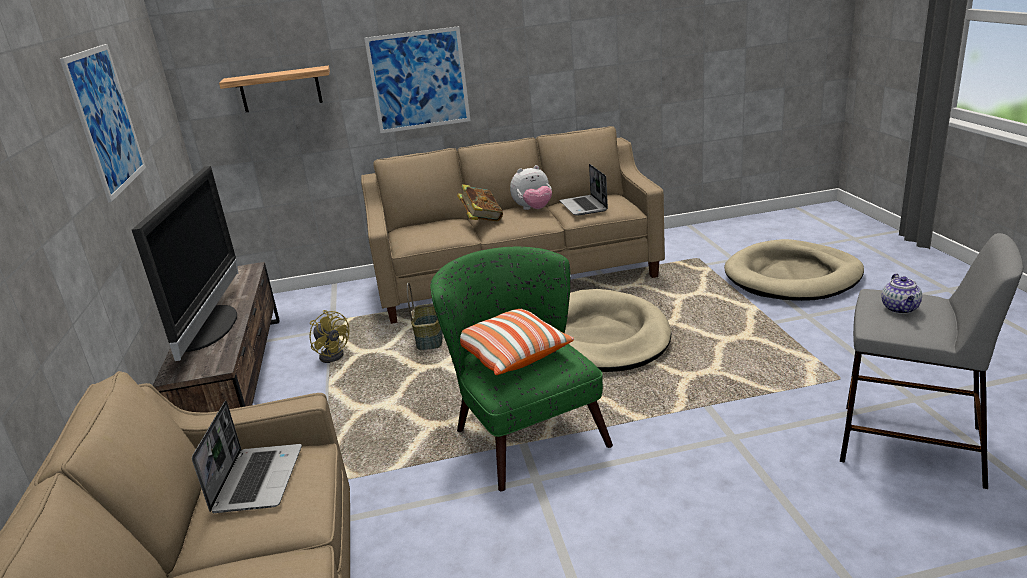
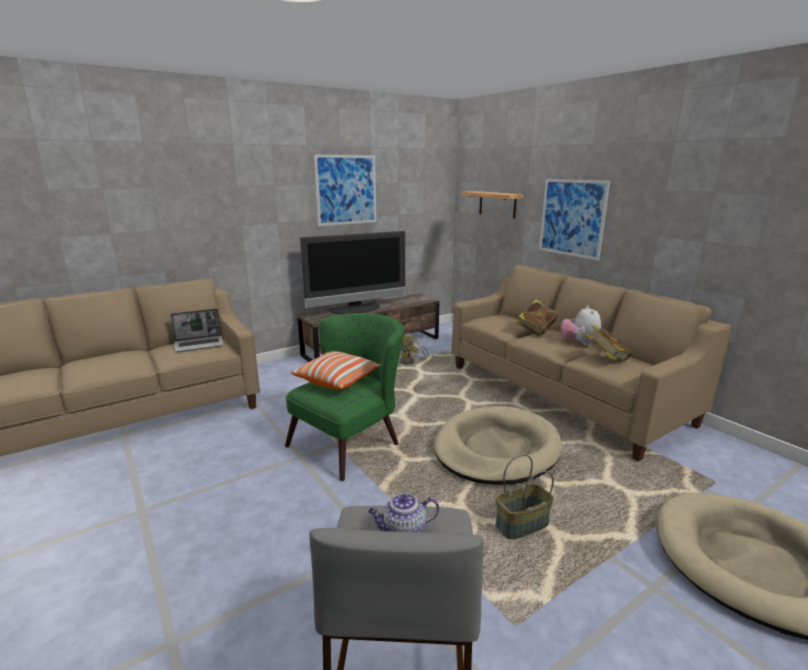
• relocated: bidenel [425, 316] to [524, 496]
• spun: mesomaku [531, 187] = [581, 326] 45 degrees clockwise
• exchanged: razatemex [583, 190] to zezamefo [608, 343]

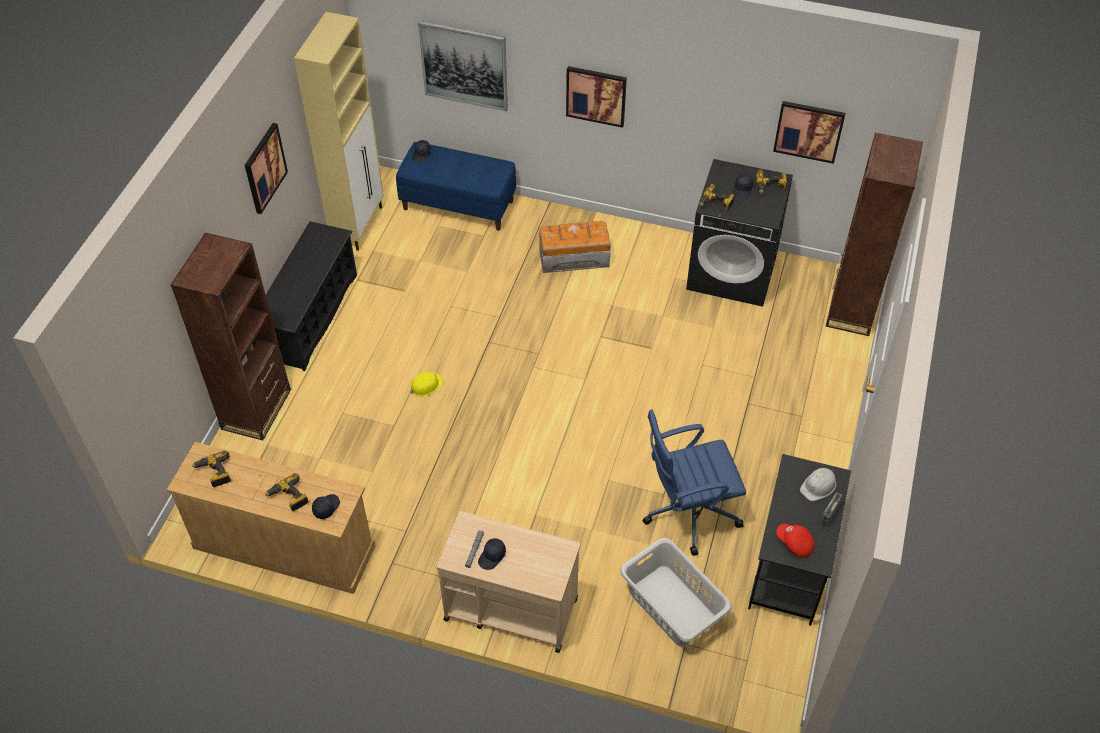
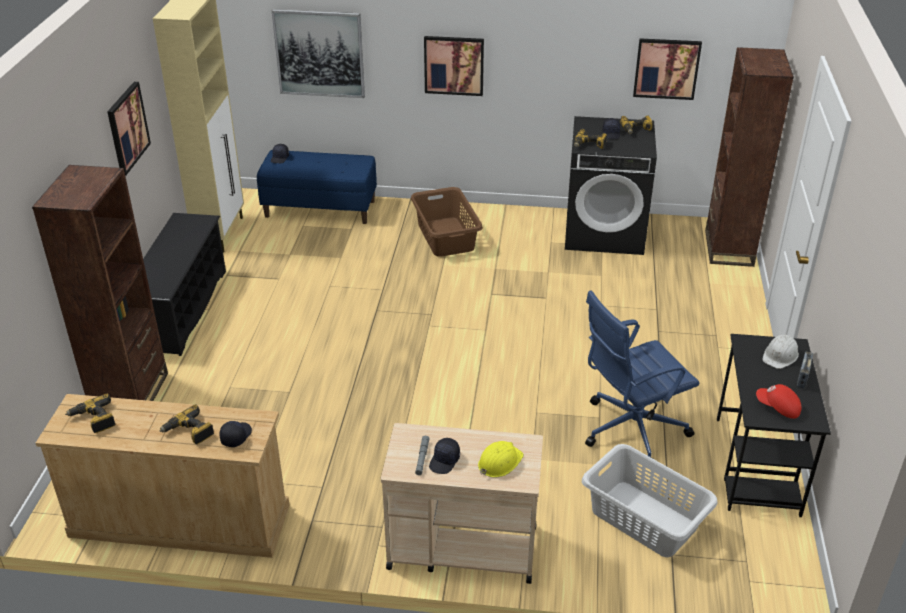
• exchanged: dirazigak [575, 247] to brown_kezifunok [447, 222]
• relocated: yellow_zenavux [427, 384] to [501, 459]

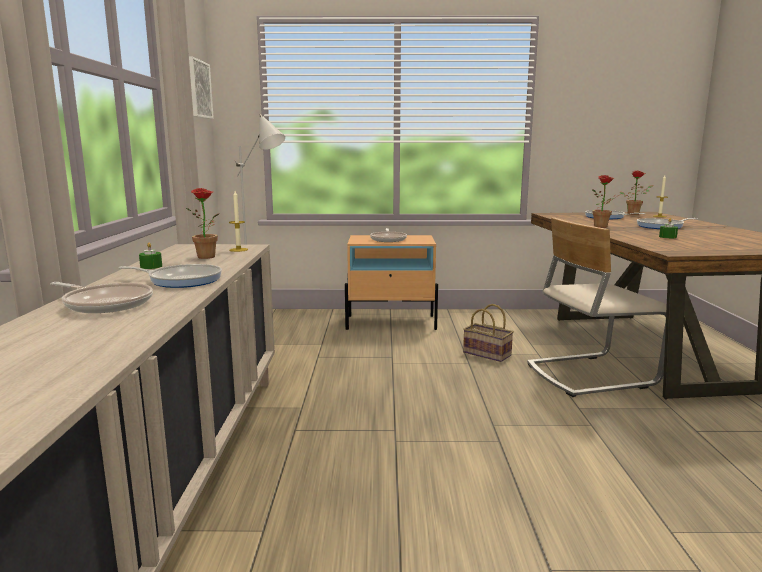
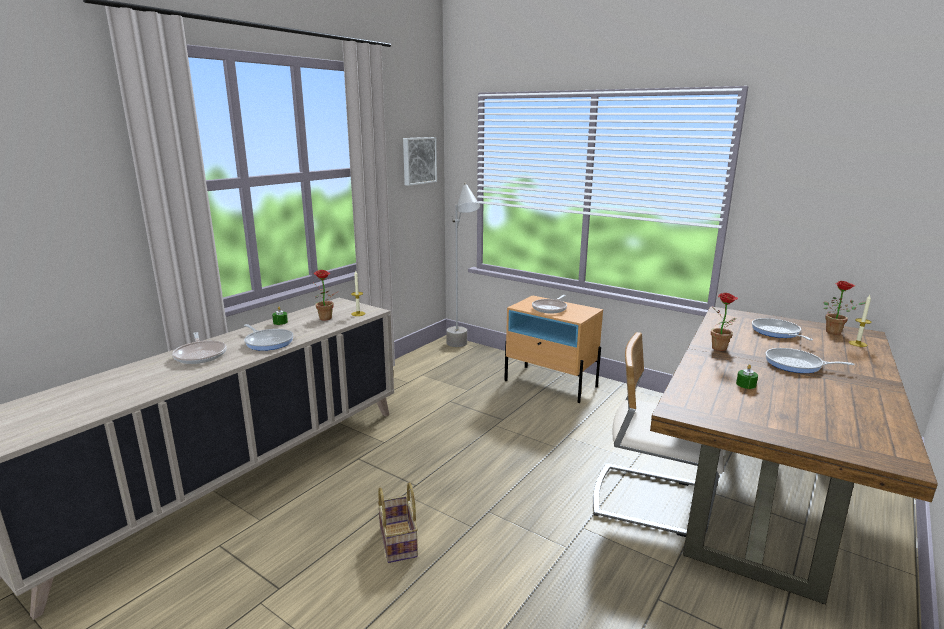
• relocated: bidenel [488, 333] to [397, 522]

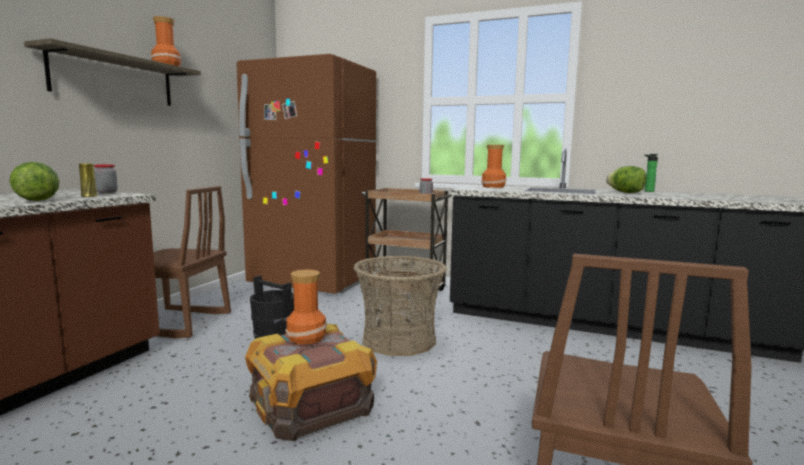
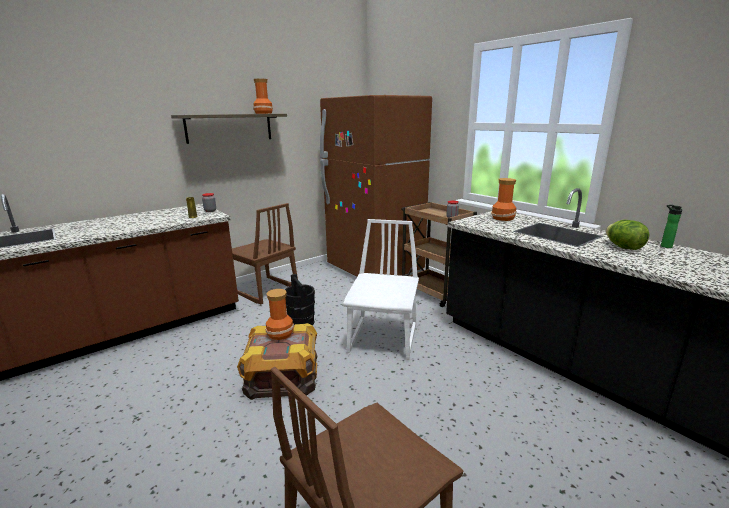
• exchanged: bidenel [400, 305] to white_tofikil [381, 289]
• missing: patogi [34, 181]

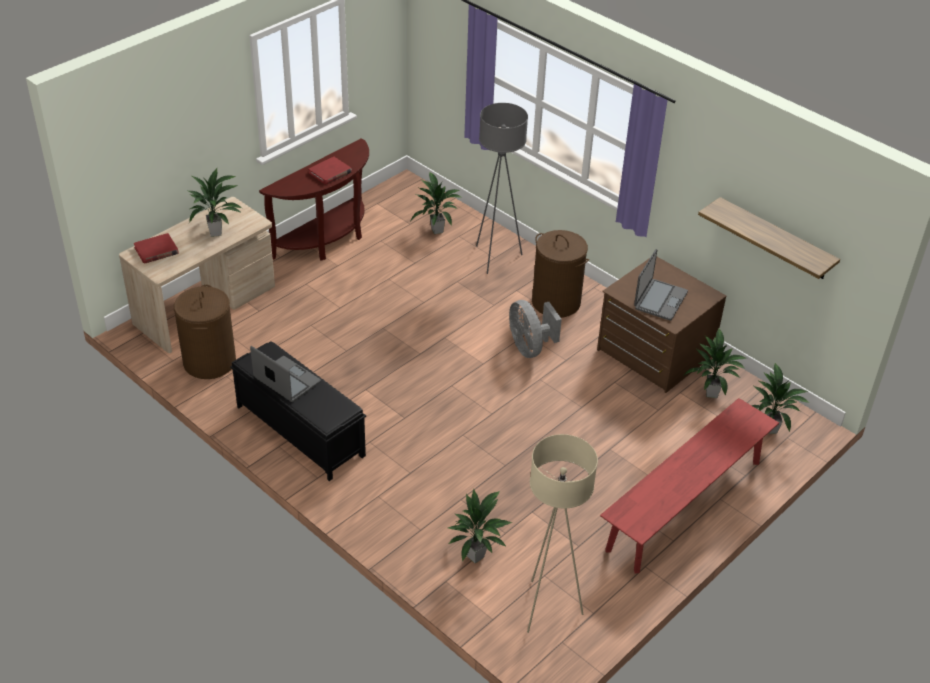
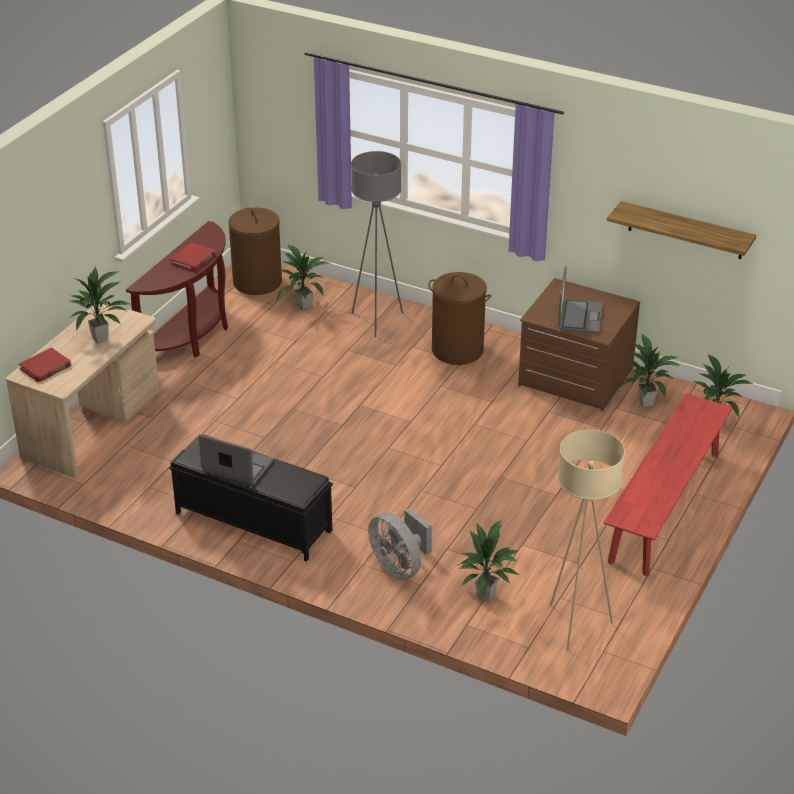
• relocated: brown_kezifunok [205, 332] to [255, 251]
• relocated: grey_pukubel [535, 329] to [400, 544]

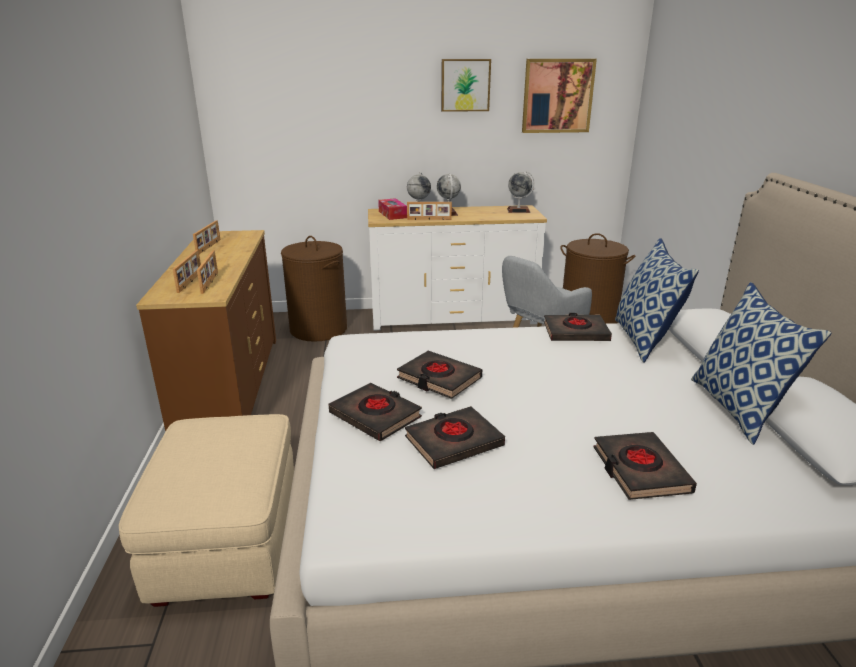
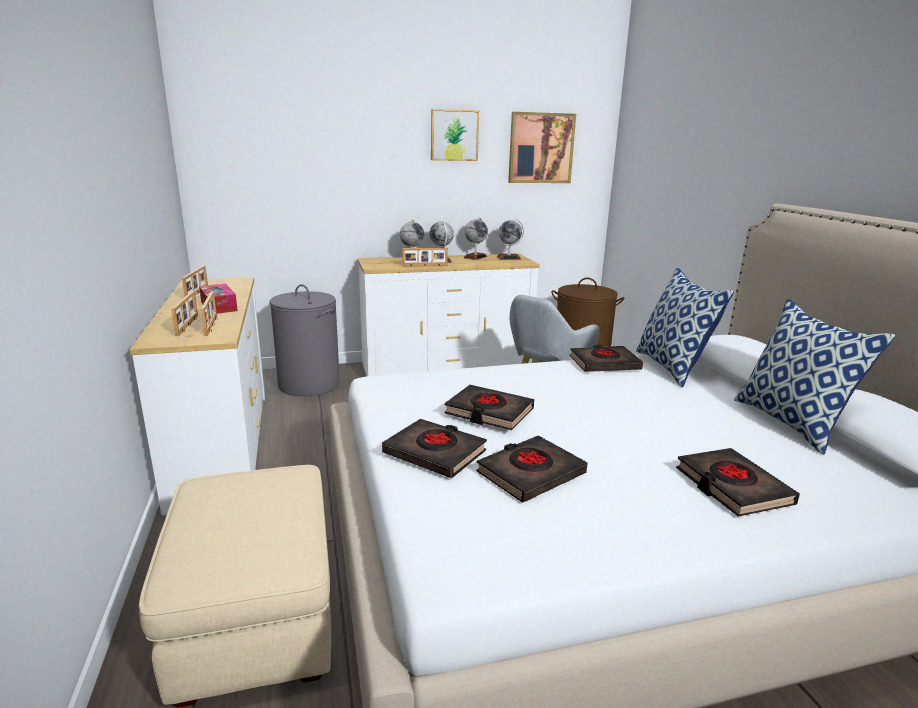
• colour: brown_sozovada [206, 331] to white_sozovada [197, 396]
• relocated: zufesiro [392, 209] to [218, 298]
• colour: brown_kezifunok [314, 289] to grey_kezifunok [304, 340]
• appeared: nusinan [476, 239]

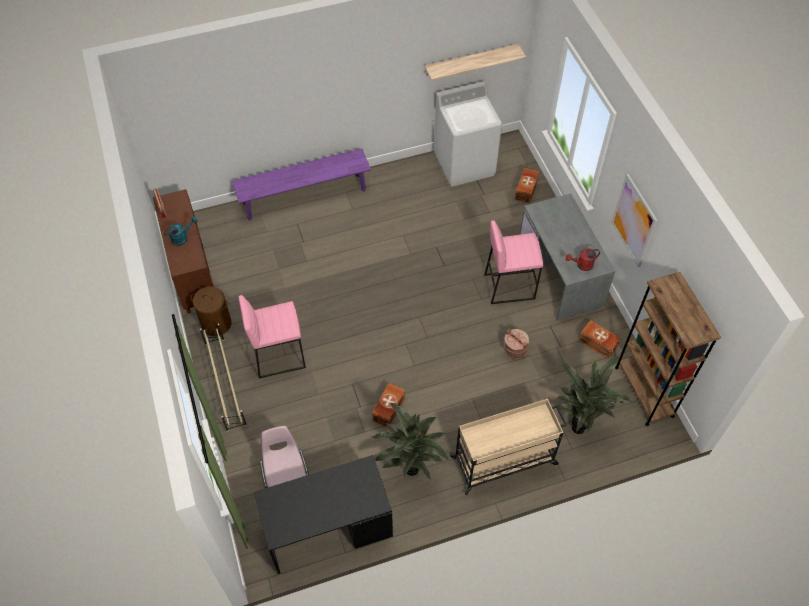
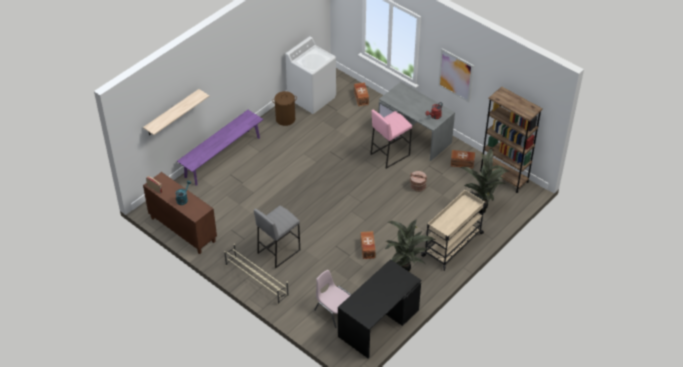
• relocated: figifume [475, 62] to [176, 112]
• colour: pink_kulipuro [272, 336] to grey_kulipuro [277, 236]
• relocated: brown_kezifunok [211, 311] to [284, 108]

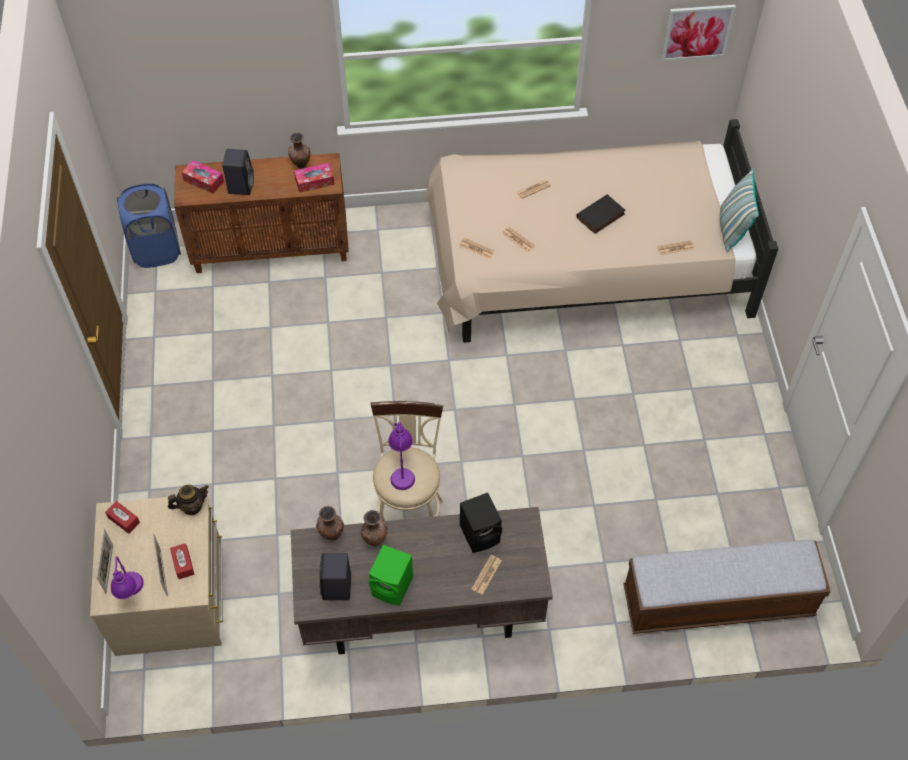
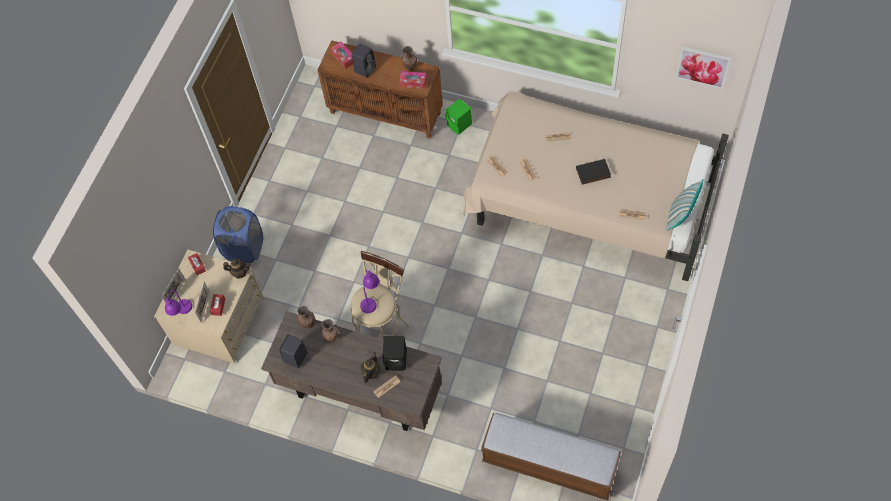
• relocated: blue_kezifunok [149, 225] to [238, 234]
• appeared: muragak [371, 367]
• relocated: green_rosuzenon [391, 575] to [458, 116]

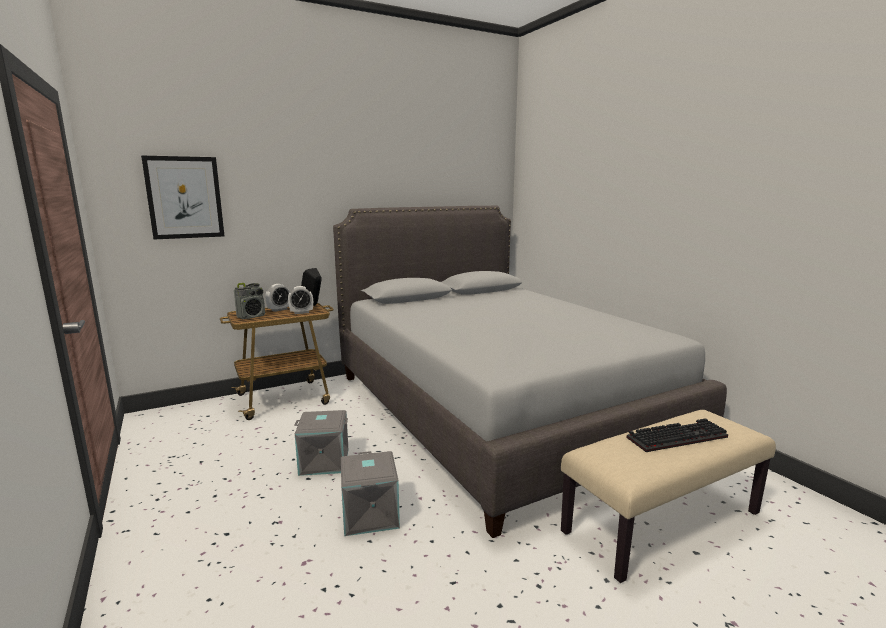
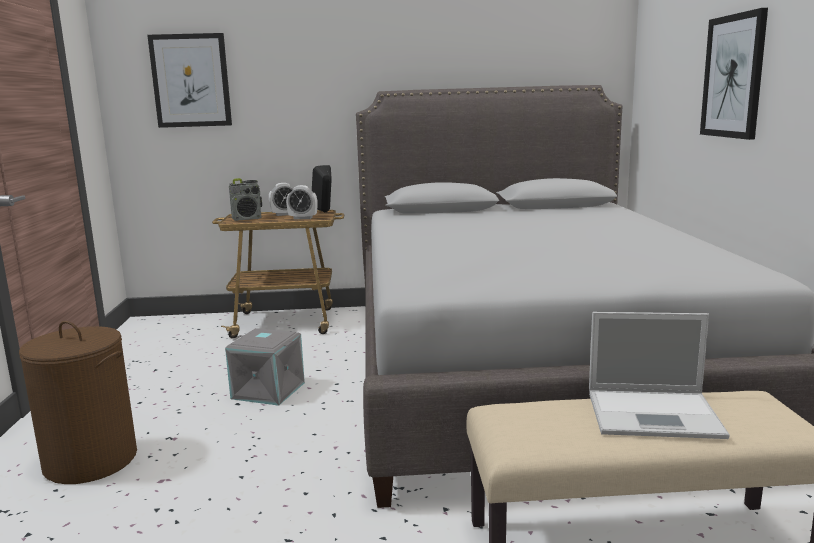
• appeared: brown_kezifunok [78, 402]
• exchanged: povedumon [677, 435] to razatemex [659, 375]
• appeared: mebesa [734, 74]
• missing: grey_dirazigak [370, 493]

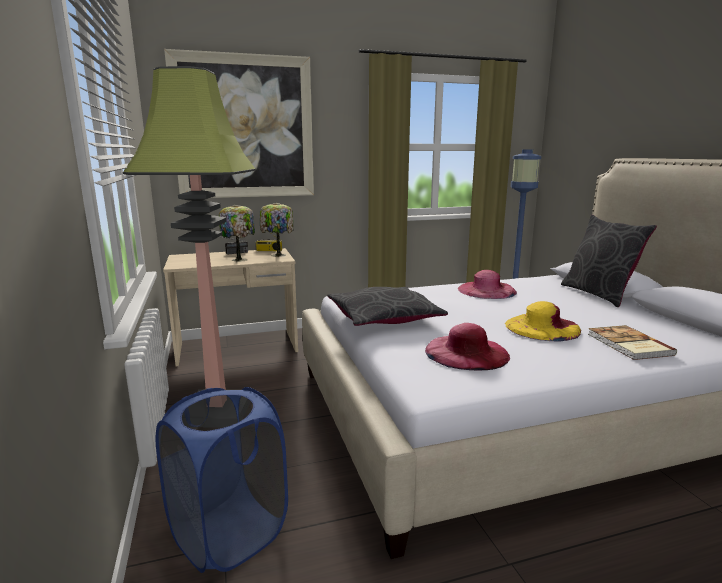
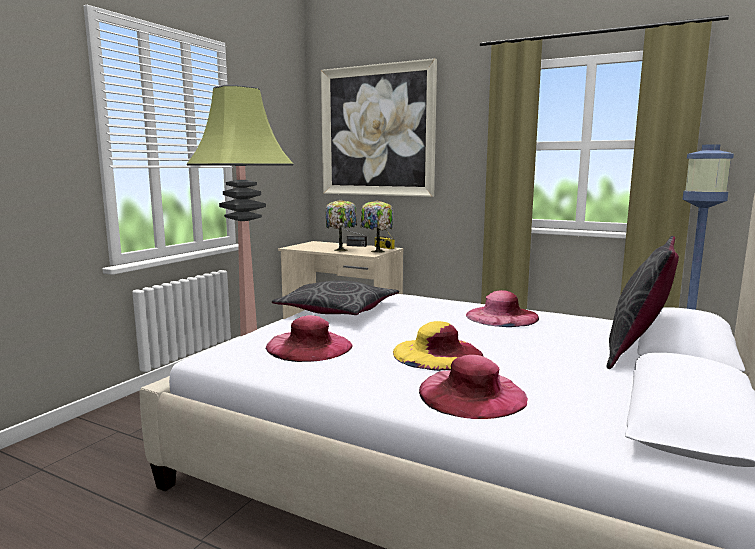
• exchanged: zezamefo [632, 342] to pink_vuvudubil [473, 387]
• missing: blue_kezifunok [221, 480]

